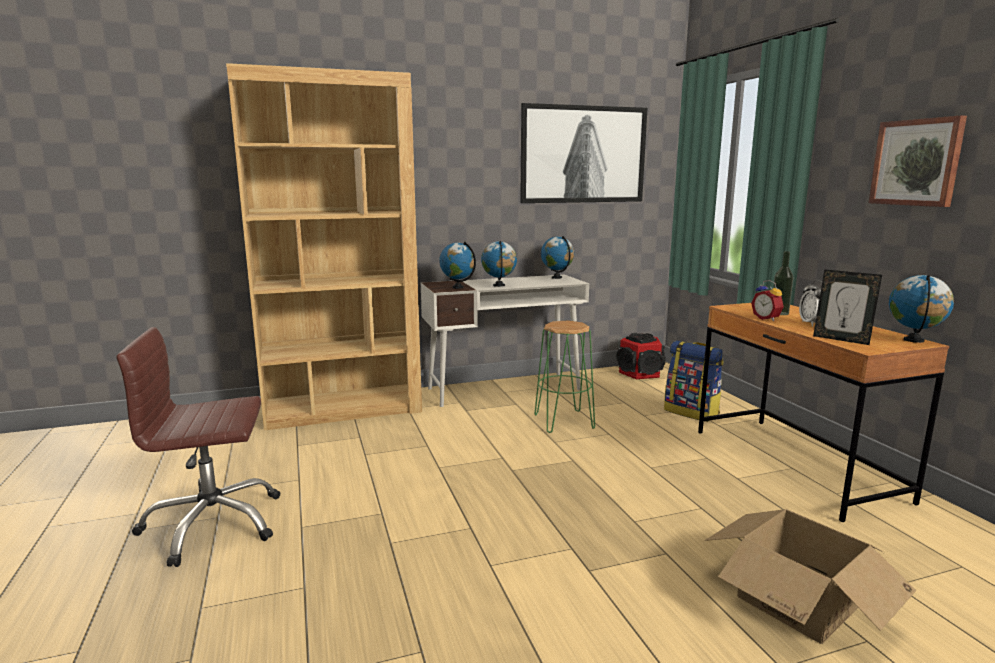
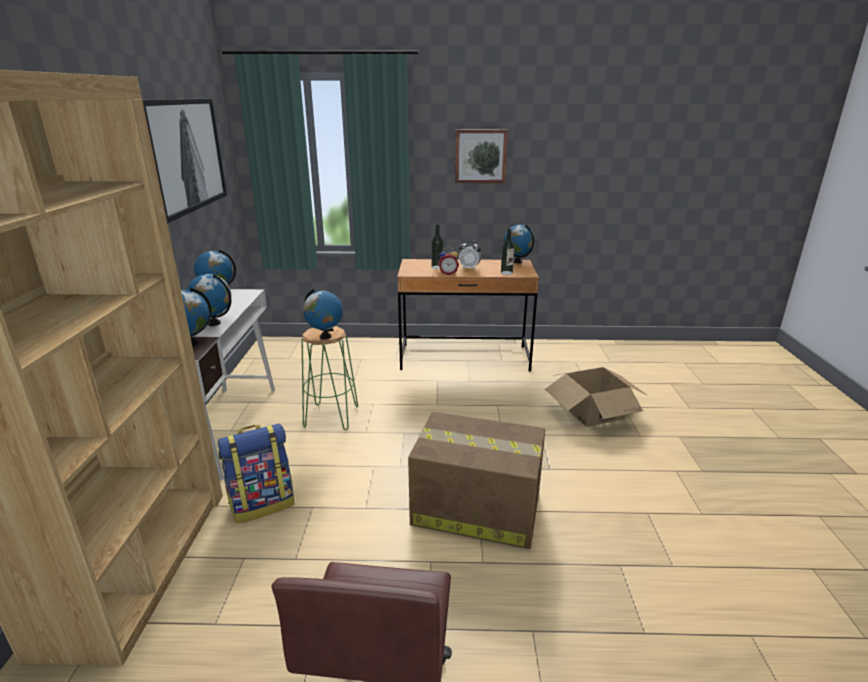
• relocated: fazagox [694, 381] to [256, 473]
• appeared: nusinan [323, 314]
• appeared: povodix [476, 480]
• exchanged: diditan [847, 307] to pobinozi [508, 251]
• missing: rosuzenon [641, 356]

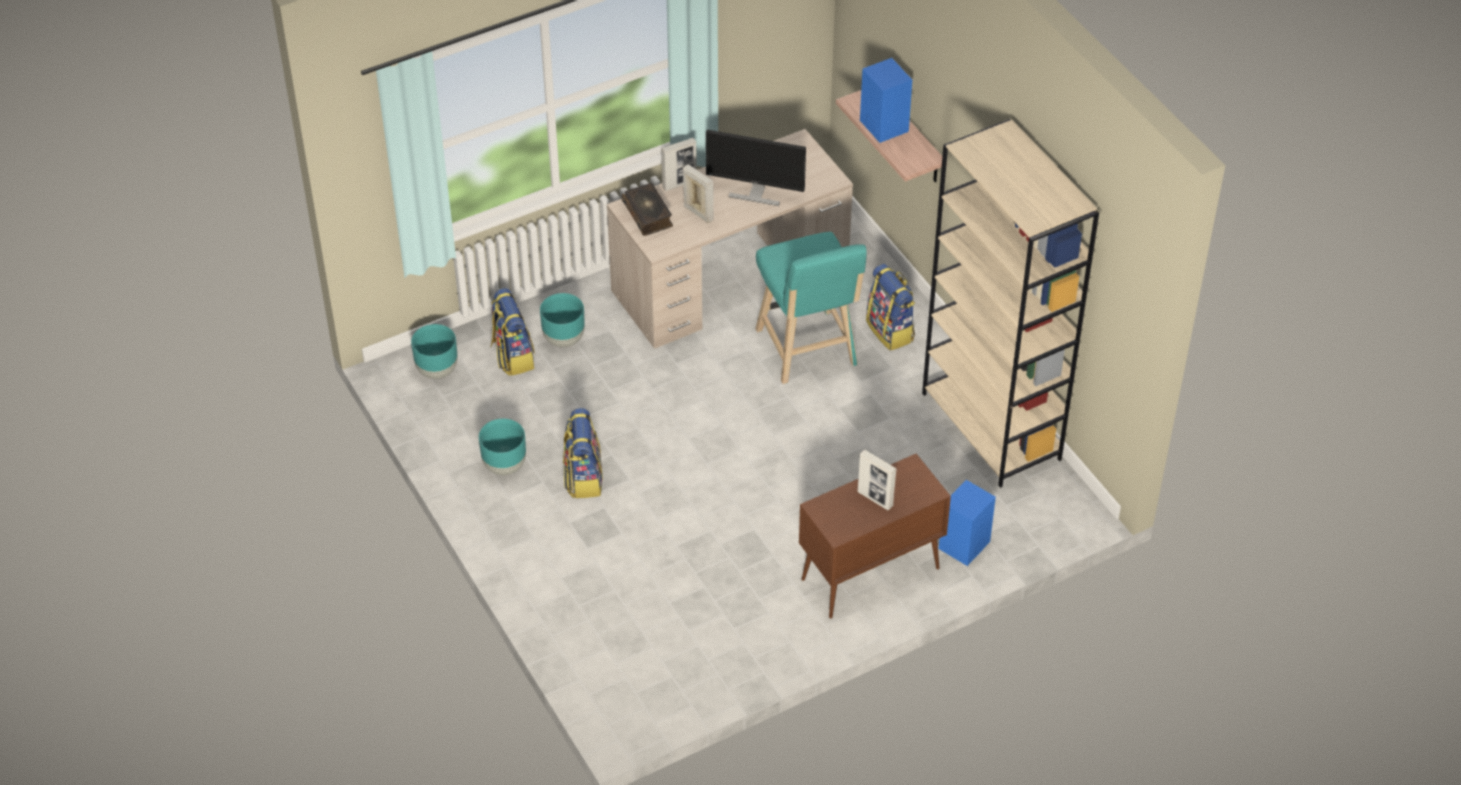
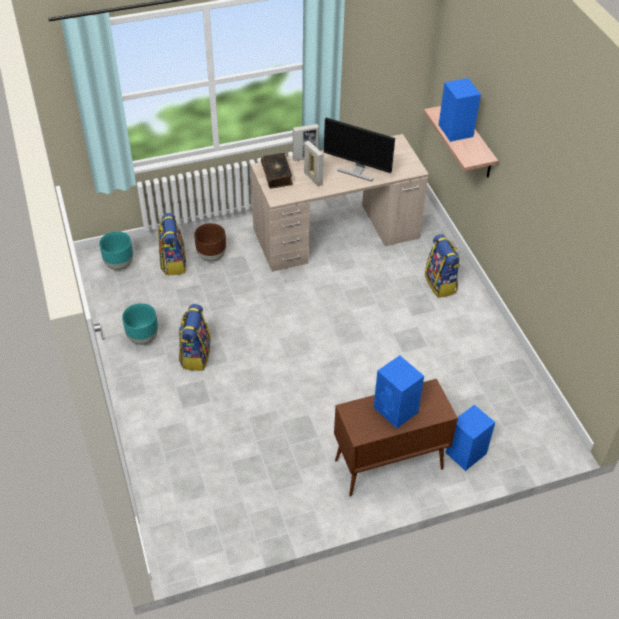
• colour: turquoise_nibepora [562, 320] to brown_nibepora [210, 242]
• exchanged: diditan [877, 480] to blue_rosuzenon [398, 392]
• missing: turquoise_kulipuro [811, 308]
• missing: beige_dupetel [1010, 303]

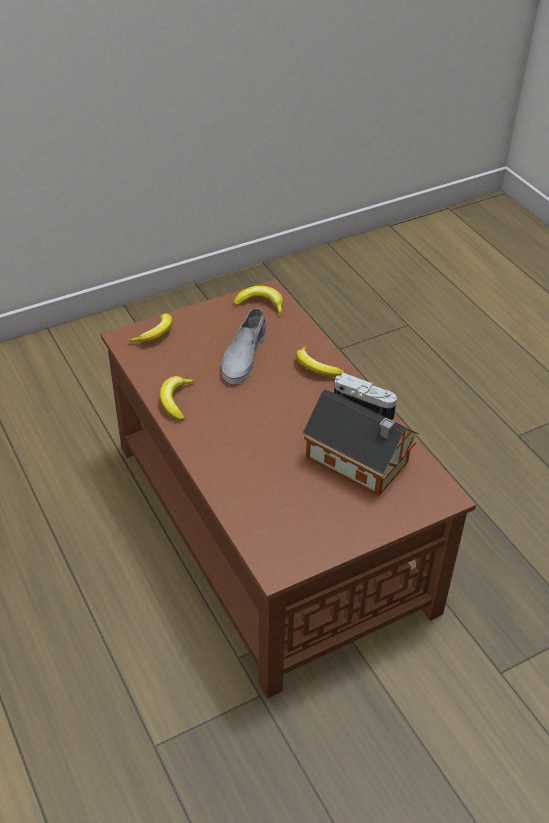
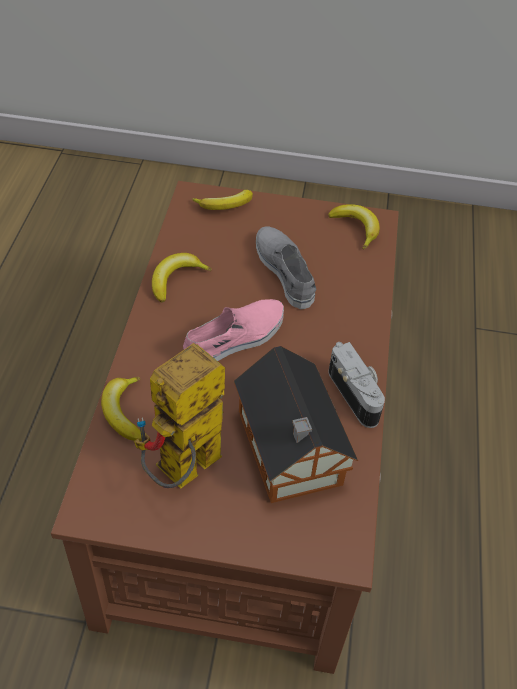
• relocated: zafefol [320, 362] to [121, 409]
• appeared: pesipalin [179, 416]
• appeared: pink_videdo [233, 330]
• spun: grey_videdo [244, 346] = [286, 267] 105 degrees clockwise

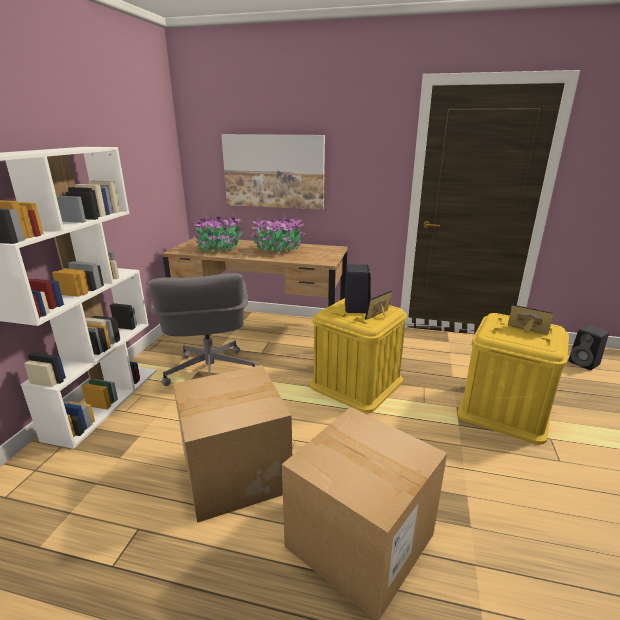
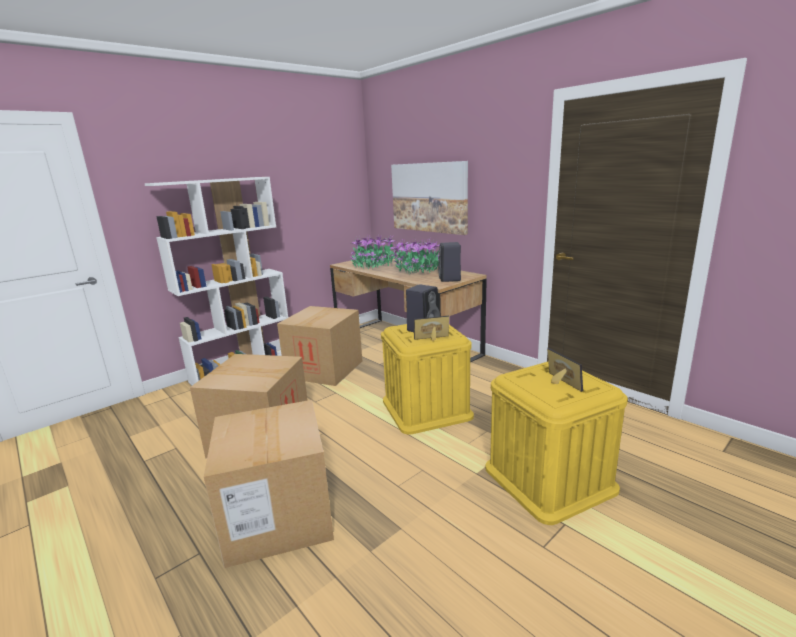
• exchanged: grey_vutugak [201, 329] to povodix [320, 346]
• relocated: black_rosuzenon [588, 347] to [449, 262]

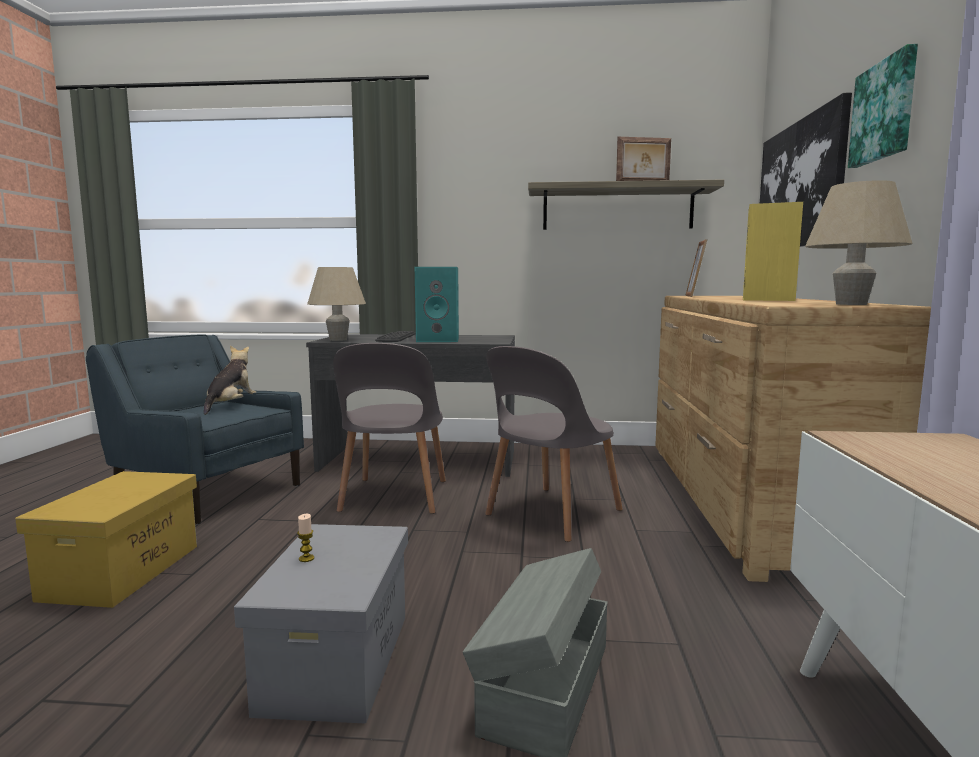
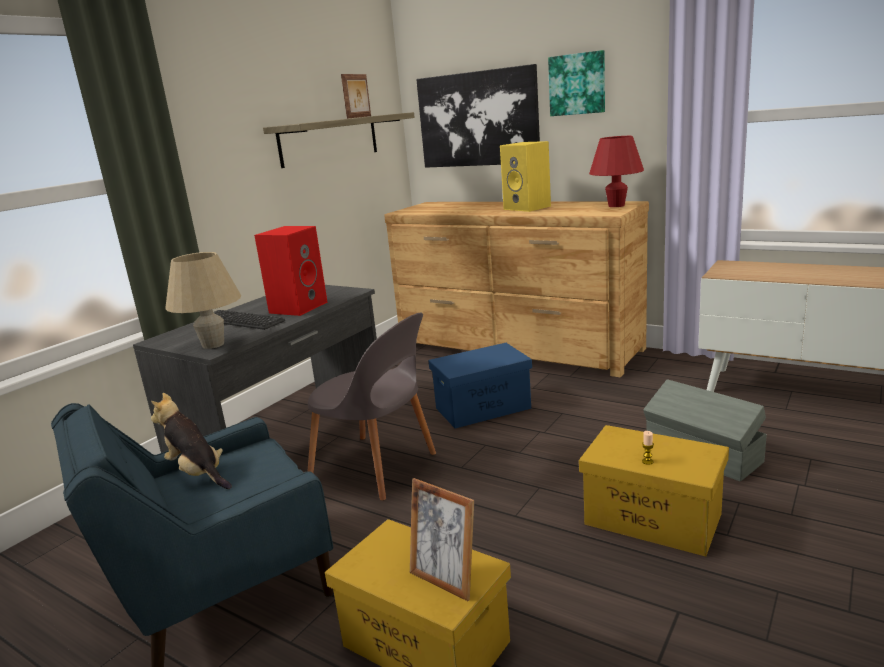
• colour: turquoise_rosuzenon [437, 304] to red_rosuzenon [291, 271]
• relocated: diditan [696, 268] to [442, 539]
• exchanged: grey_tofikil [554, 444] to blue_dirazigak [480, 385]
• colour: grey_dirazigak [321, 623] to yellow_dirazigak [654, 491]
• colour: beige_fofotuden [858, 242] to red_fofotuden [616, 171]

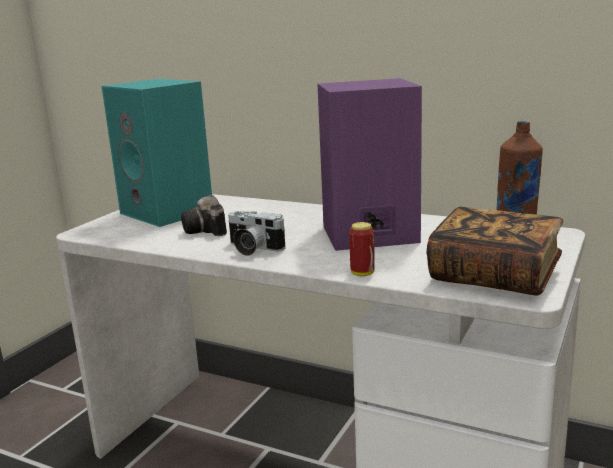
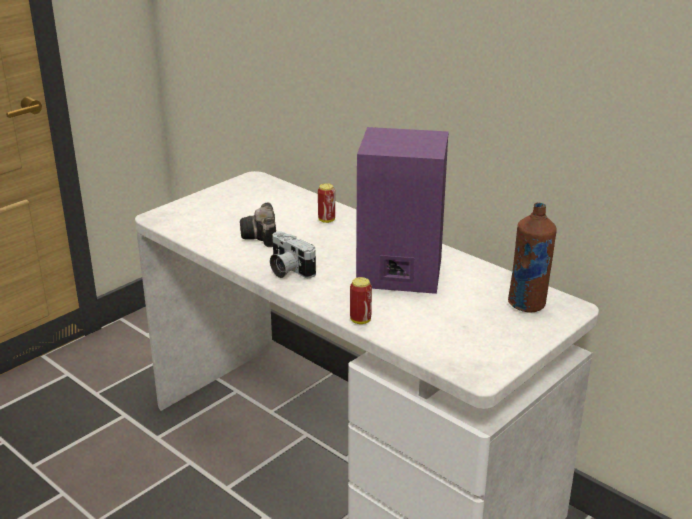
• appeared: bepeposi [326, 203]
• missing: turquoise_rosuzenon [157, 153]
• missing: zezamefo [495, 251]

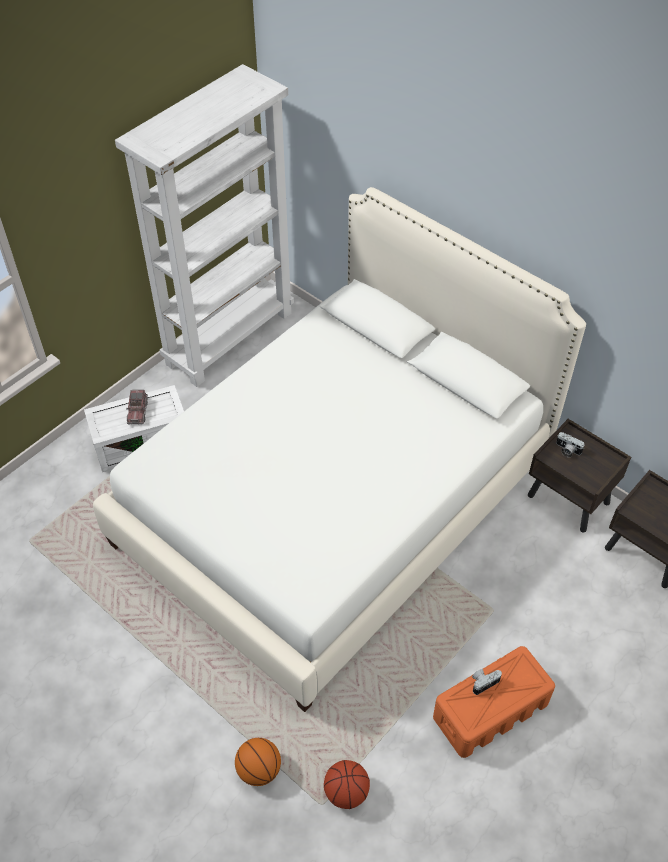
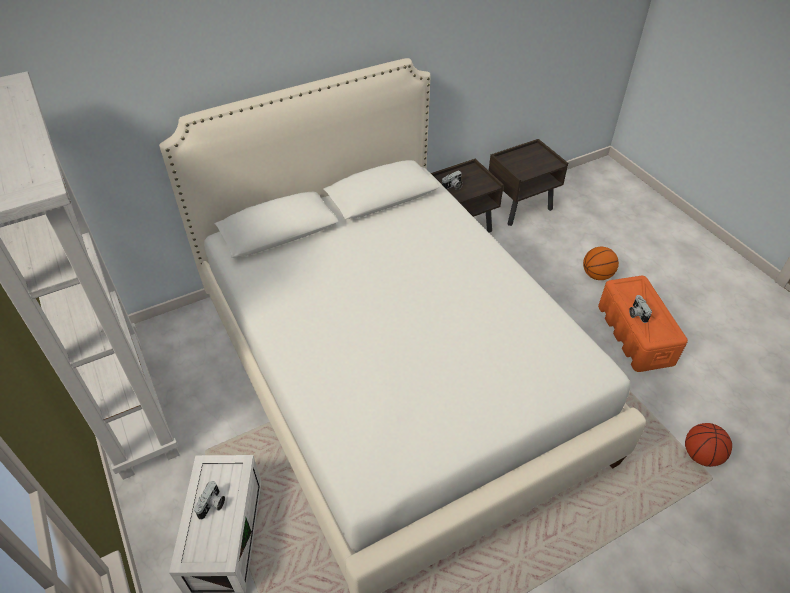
• exchanged: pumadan [137, 407] to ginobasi [209, 500]
• relocated: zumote [258, 762] to [601, 263]

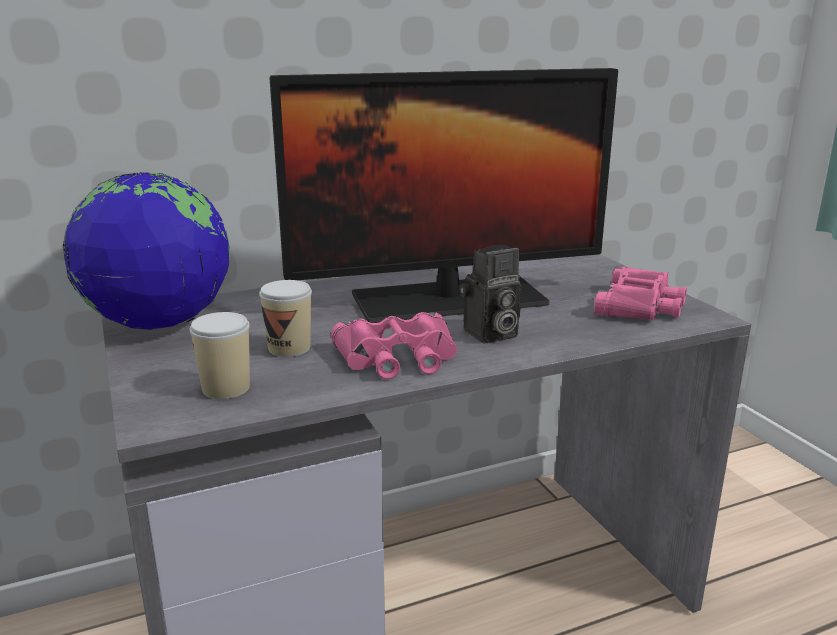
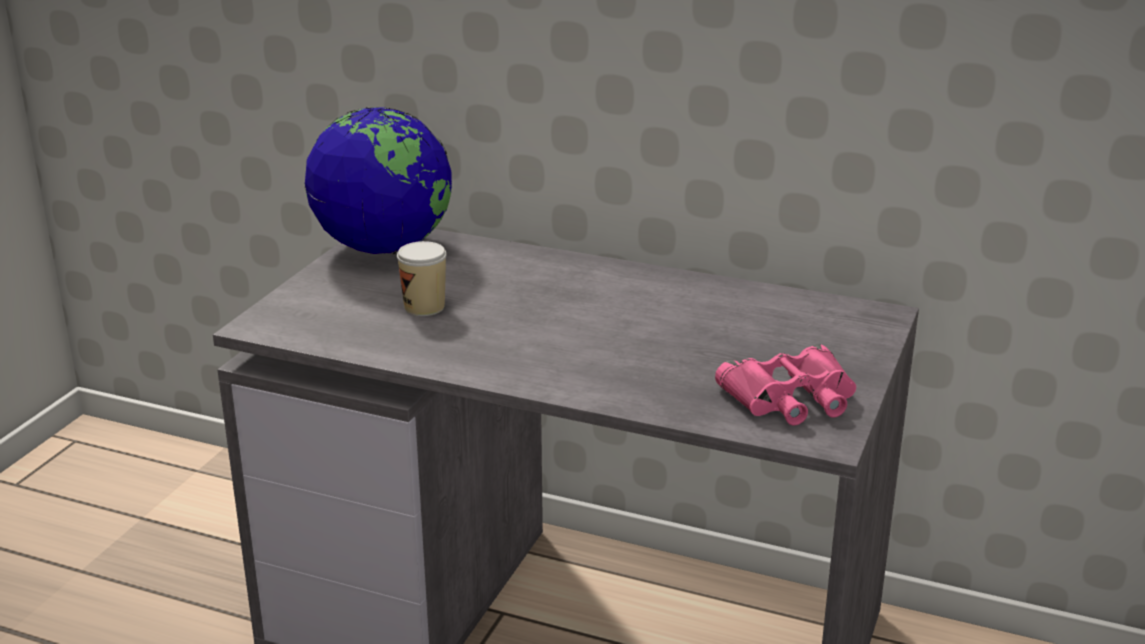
• missing: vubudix [220, 355]
• missing: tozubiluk [444, 195]
• missing: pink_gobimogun [394, 345]
• missing: ginobasi [491, 294]

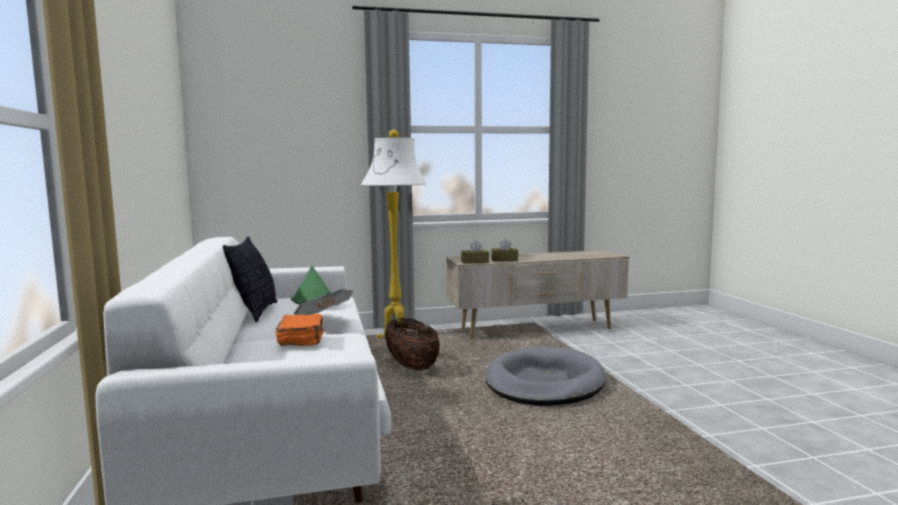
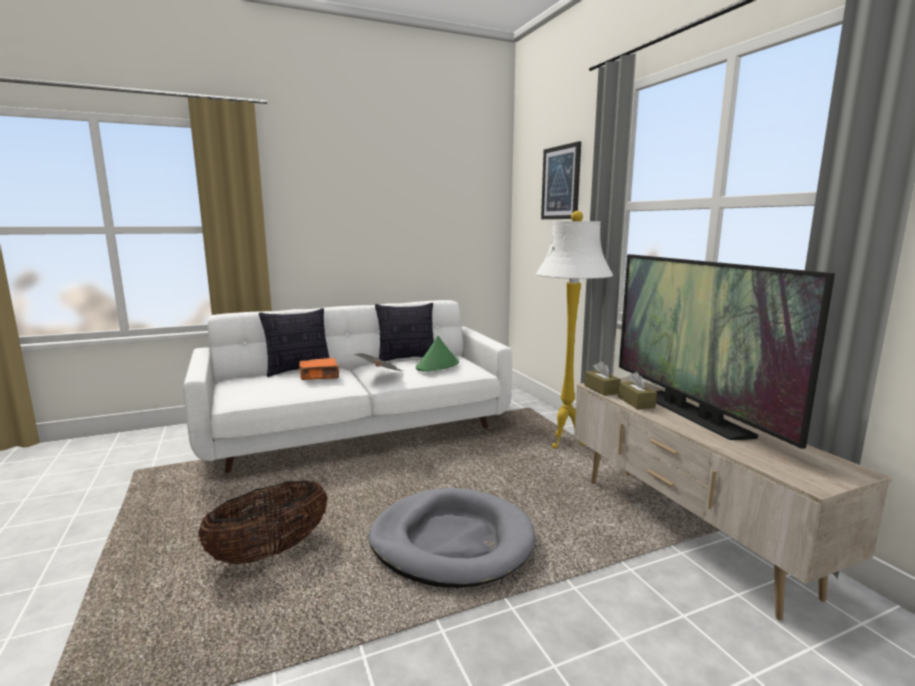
• relocated: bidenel [412, 344] to [263, 522]
• appeared: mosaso [294, 342]
• appeared: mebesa [561, 180]
• appeared: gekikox [727, 351]

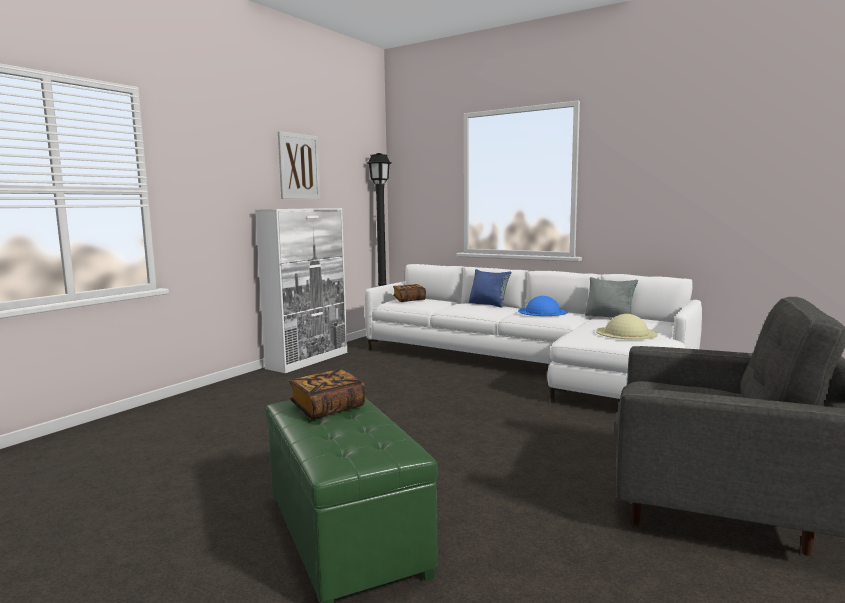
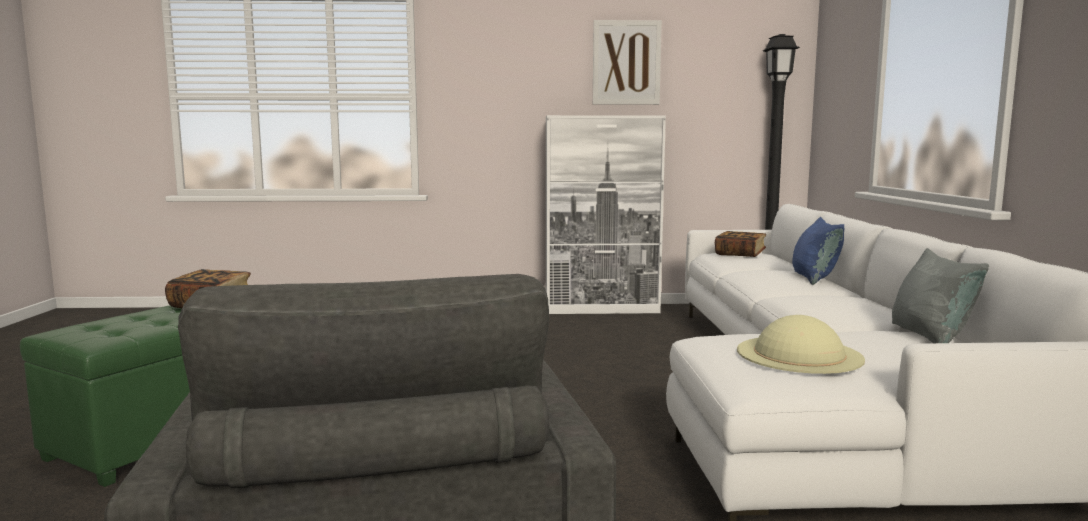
• missing: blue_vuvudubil [543, 306]

